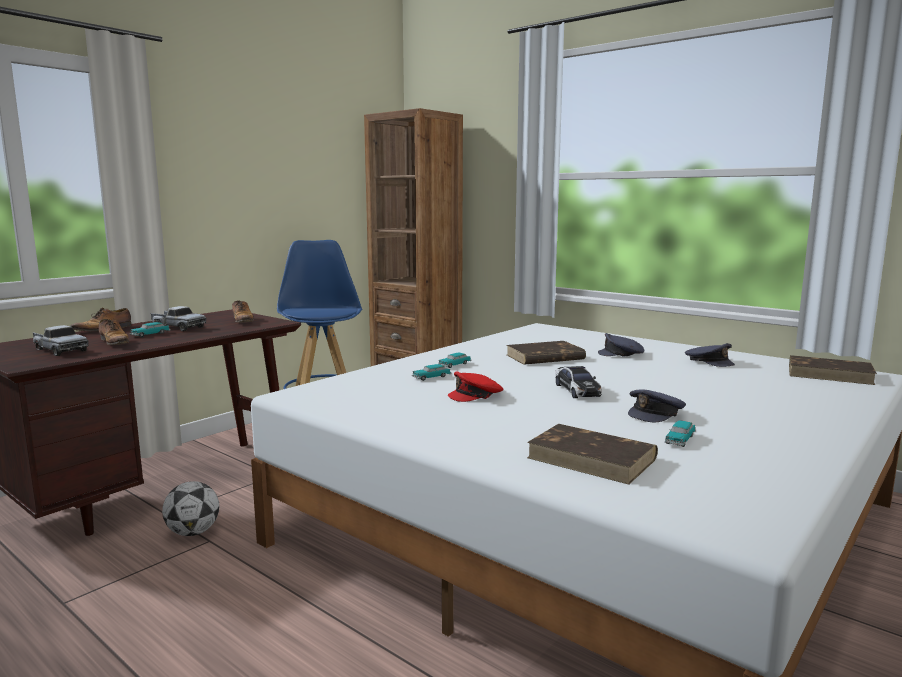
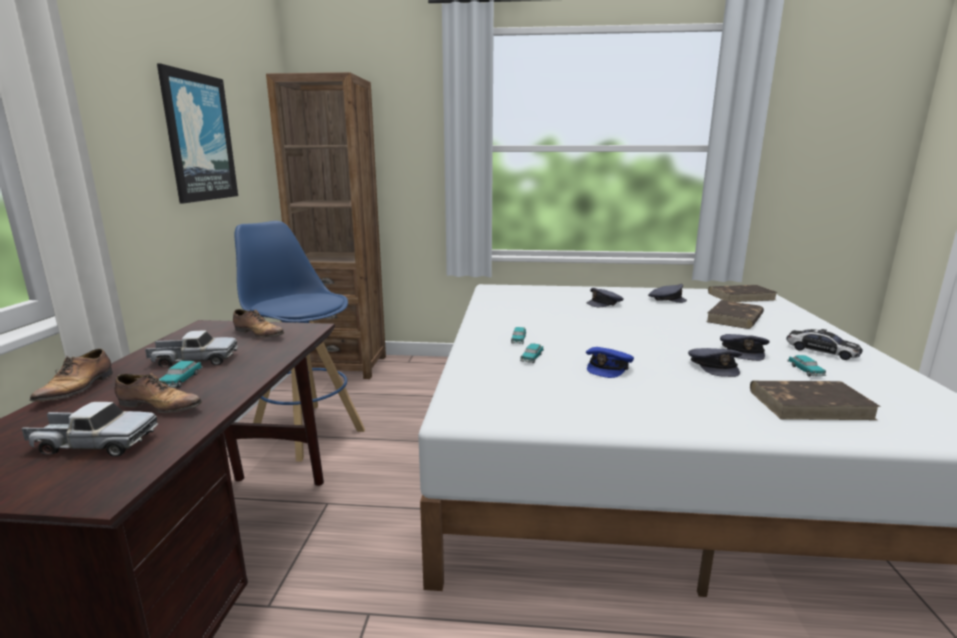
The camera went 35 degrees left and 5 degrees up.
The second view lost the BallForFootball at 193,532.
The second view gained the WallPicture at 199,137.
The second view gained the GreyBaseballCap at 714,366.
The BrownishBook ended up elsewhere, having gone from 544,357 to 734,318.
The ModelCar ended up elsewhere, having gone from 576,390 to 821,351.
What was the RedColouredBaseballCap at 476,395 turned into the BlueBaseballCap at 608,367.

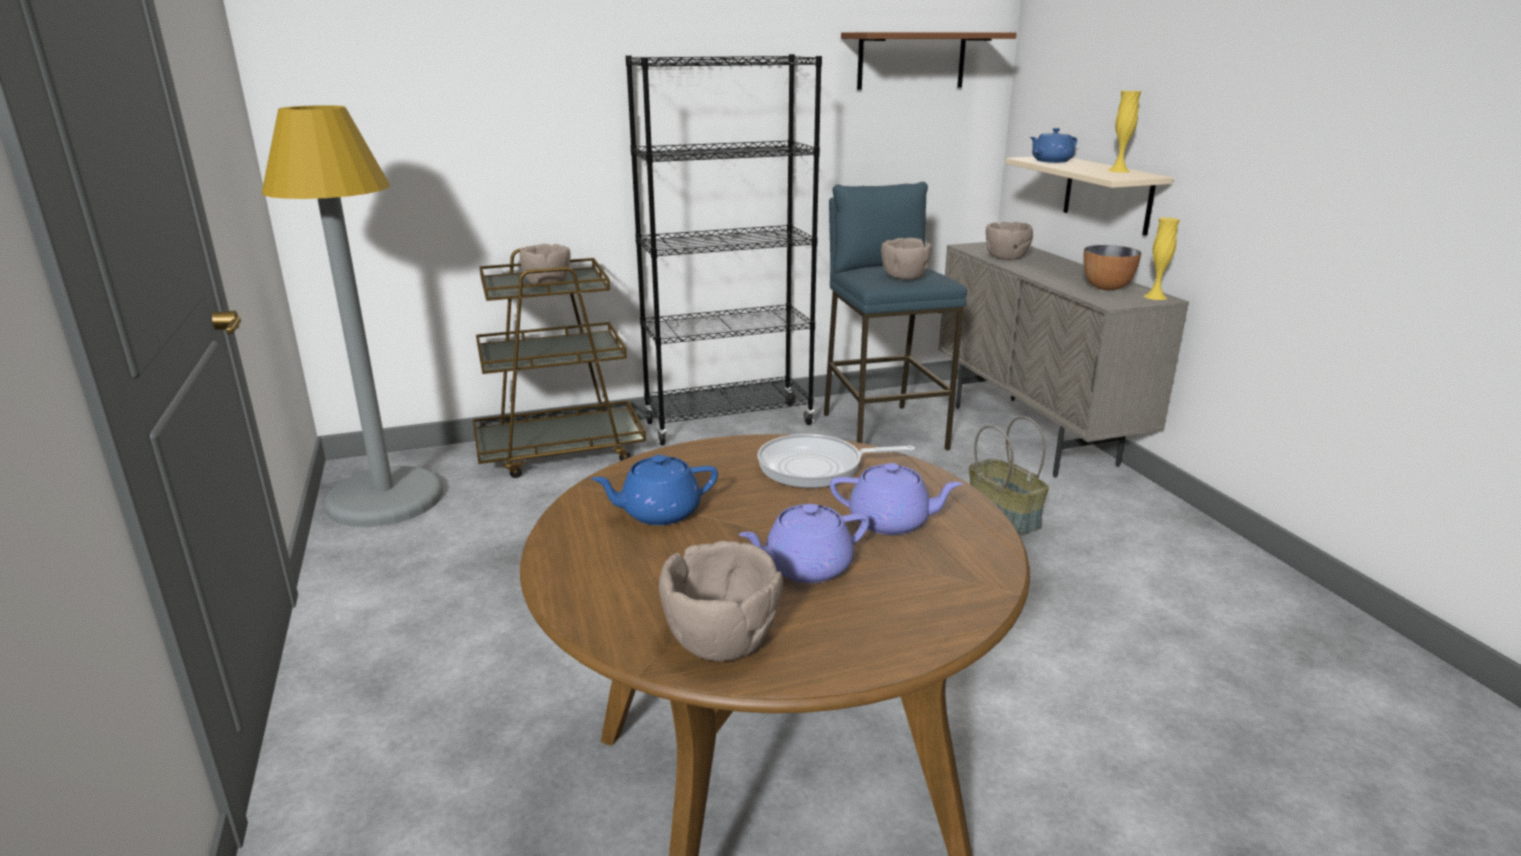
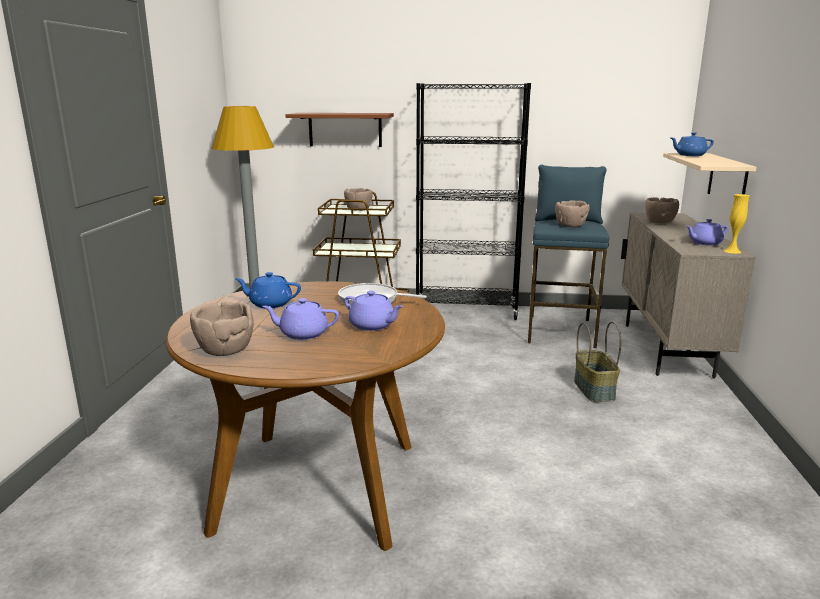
The camera went 25 degrees right and 5 degrees down.
The second view lost the YellowFlowerVase at 1118,171.
The BrownishShelf ended up elsewhere, having gone from 911,60 to 345,129.
Where the ServingBowl stood at 1107,287, the PurplishTeapot came to stand at 704,243.

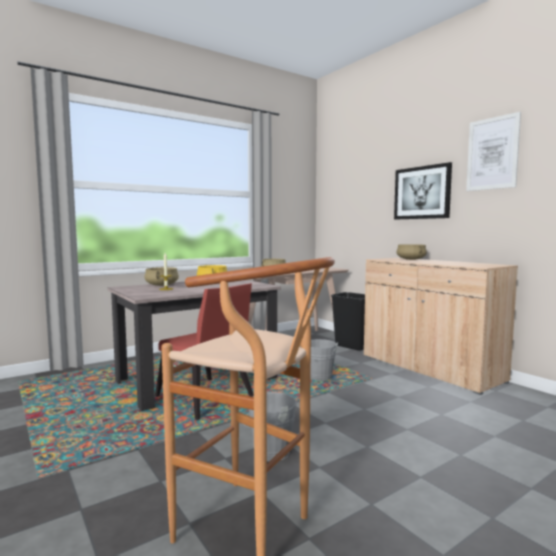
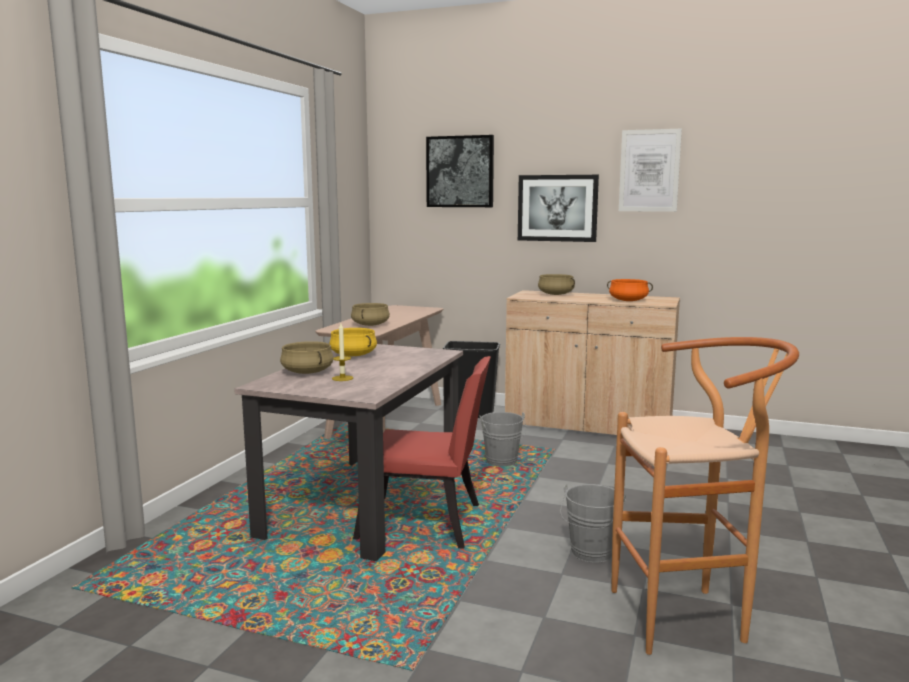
The camera went 35 degrees left and 5 degrees up.
The second view gained the WallPicture at 460,172.
The second view gained the OrangeCookingPot at 628,300.

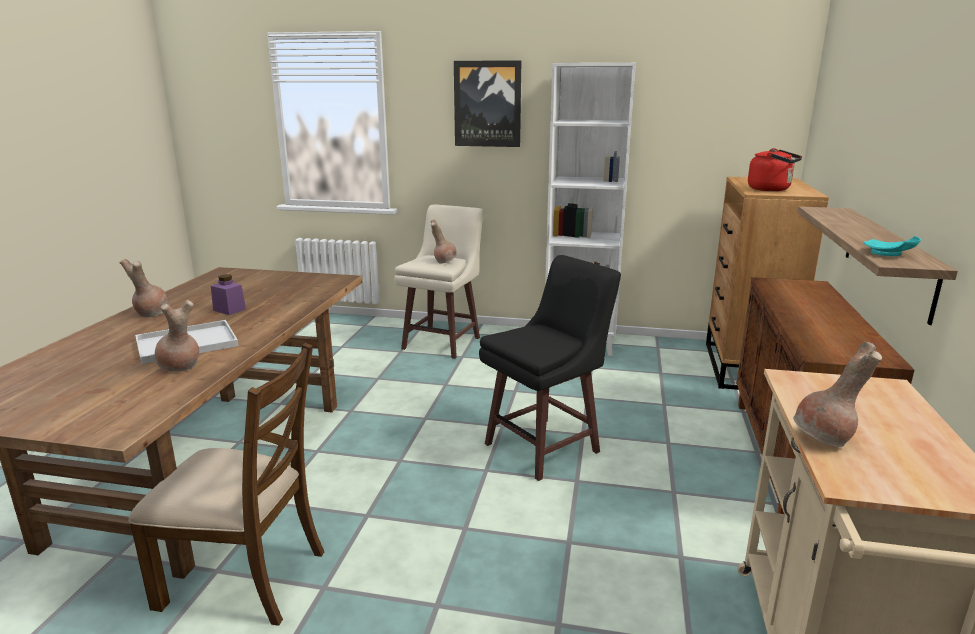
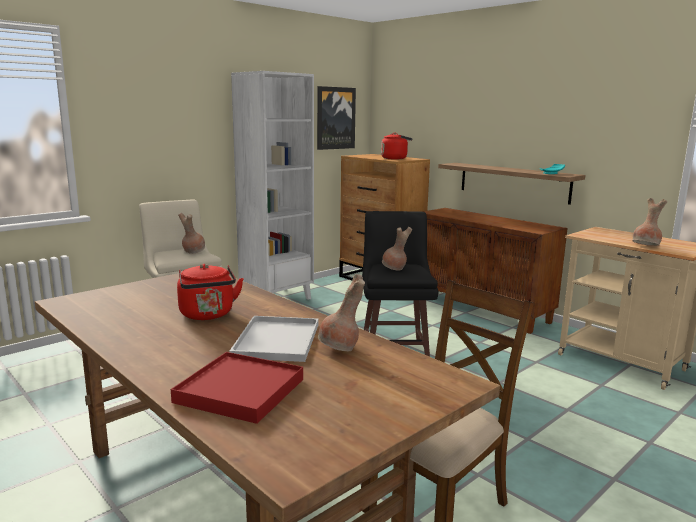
The camera went 55 degrees left and 5 degrees down.
The second view gained the RedColouredServingTray at 239,391.
The BrownishFlowerVase ended up elsewhere, having gone from 151,314 to 394,269.
The WallPicture ended up elsewhere, having gone from 487,104 to 335,118.
Where the PurplishPreserveJar stood at 229,310, the RedColouredWaterKettle came to stand at 208,315.

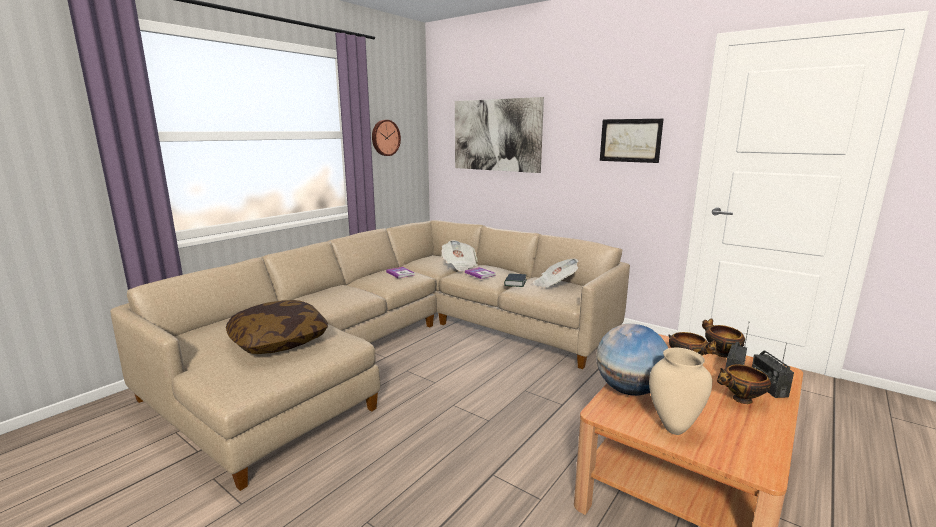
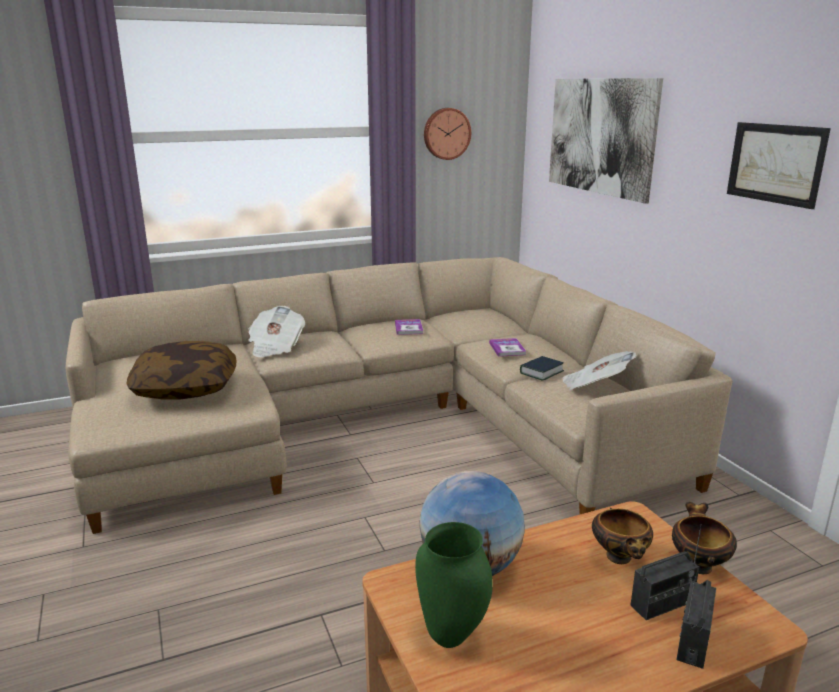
The camera went 30 degrees right and 5 degrees up.
The second view lost the ServingBowl at 741,400.
The DailyPaper ended up elsewhere, having gone from 459,265 to 275,347.
What was the SandColouredFlowerVase at 673,427 turned into the GreenFlowerVase at 453,636.

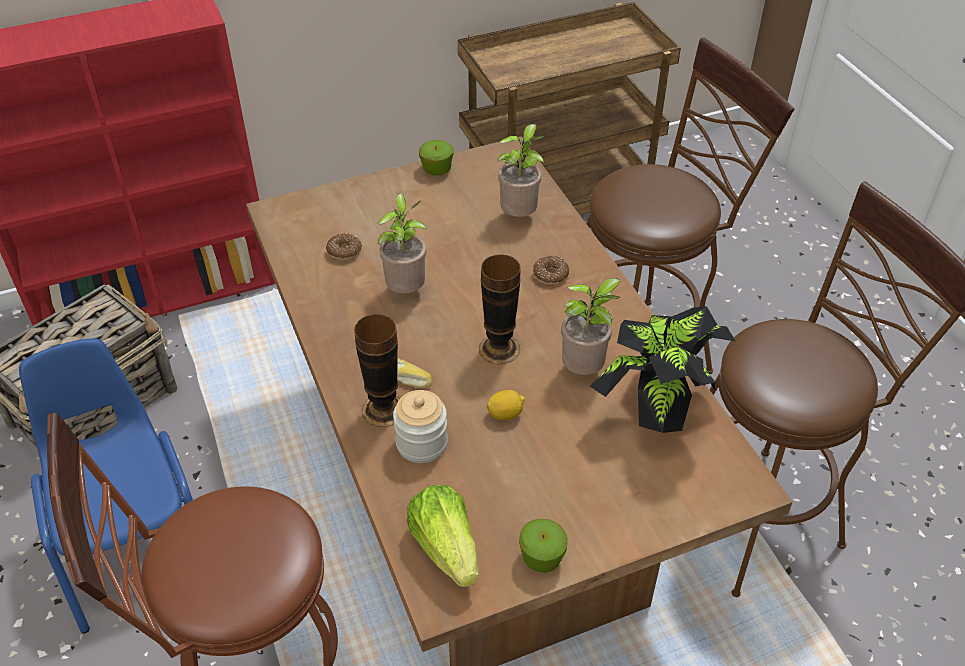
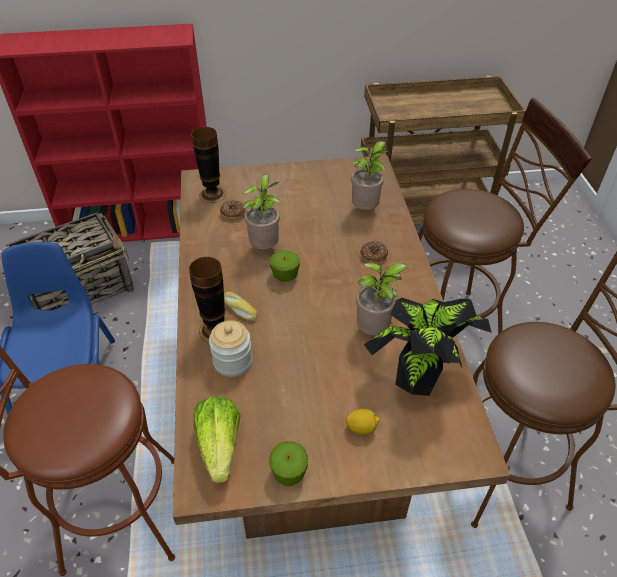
The camera went 15 degrees right and 0 degrees up.
The AppleFruit ended up elsewhere, having gone from 436,170 to 285,275.
The FlowerVase ended up elsewhere, having gone from 499,348 to 212,194.
The CitrusFruit ended up elsewhere, having gone from 505,414 to 361,428.

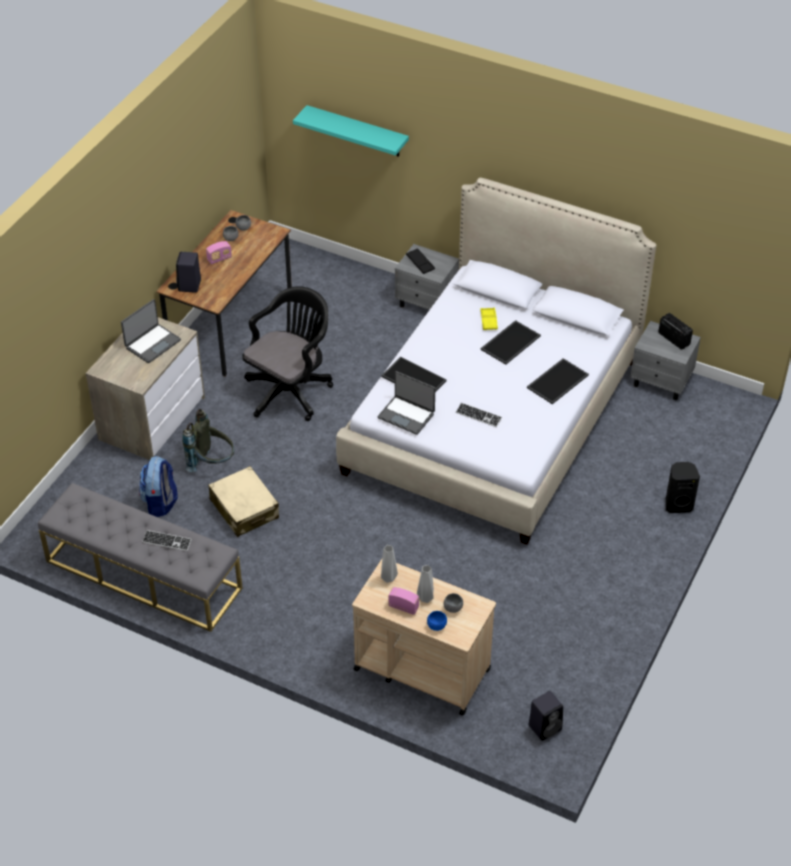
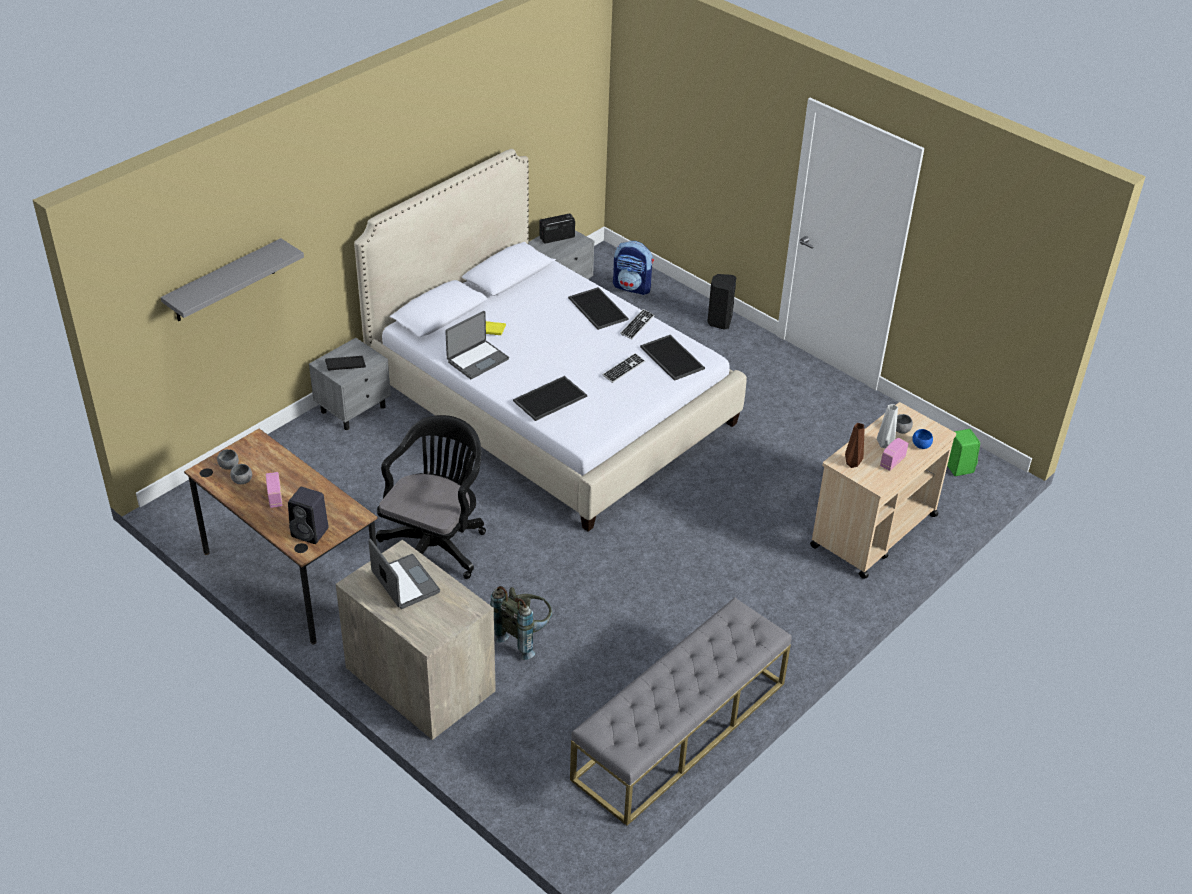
The camera went 75 degrees left and 5 degrees down.
The second view lost the SandColouredTravelCase at 244,509.
The Rucksack ended up elsewhere, having gone from 160,503 to 632,287.
The Keyboard ended up elsewhere, having gone from 167,541 to 637,325.
The PortableComputer ended up elsewhere, having gone from 406,415 to 477,360.
The ServingTray ended up elsewhere, having gone from 510,342 to 670,358.
What was the TurquoiseColouredShelf at 357,131 turned into the GreyShelf at 224,281.
What was the GreyFlowerVase at 389,578 turned into the BrownishFlowerVase at 852,463.
What was the BlackLoudspeaker at 545,727 turned into the GreenLoudspeaker at 958,466.
The BlackComputerChair at 291,390 ended up facing another way, 60 degrees clockwise from before.

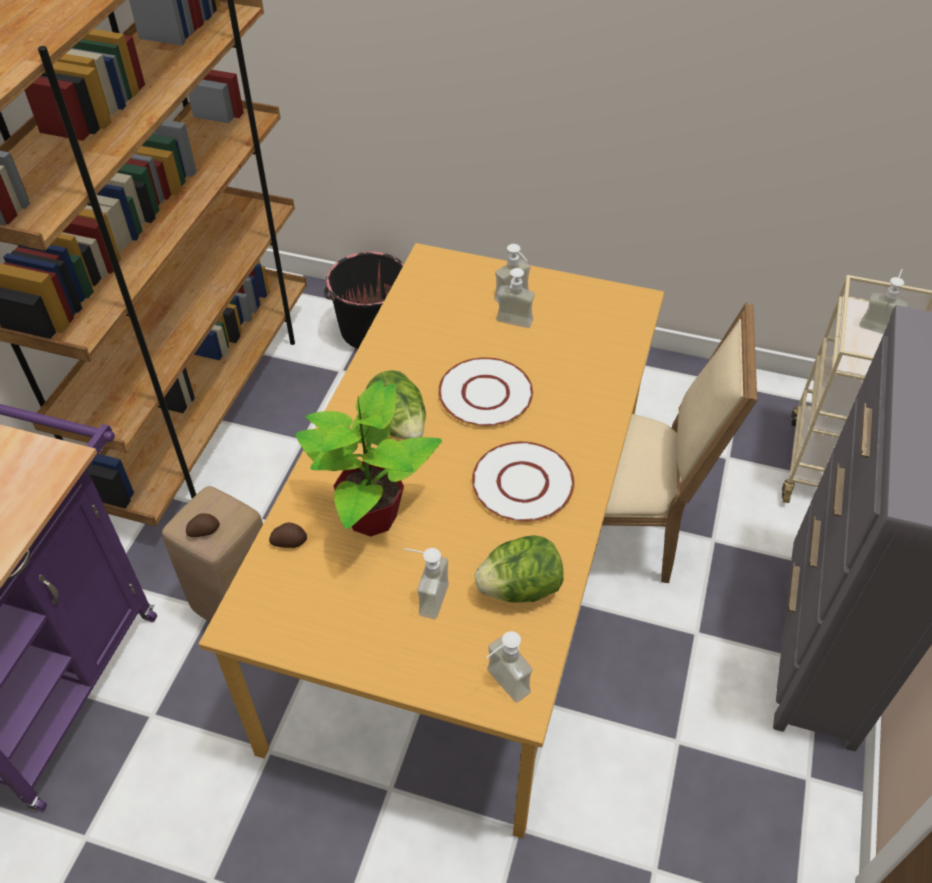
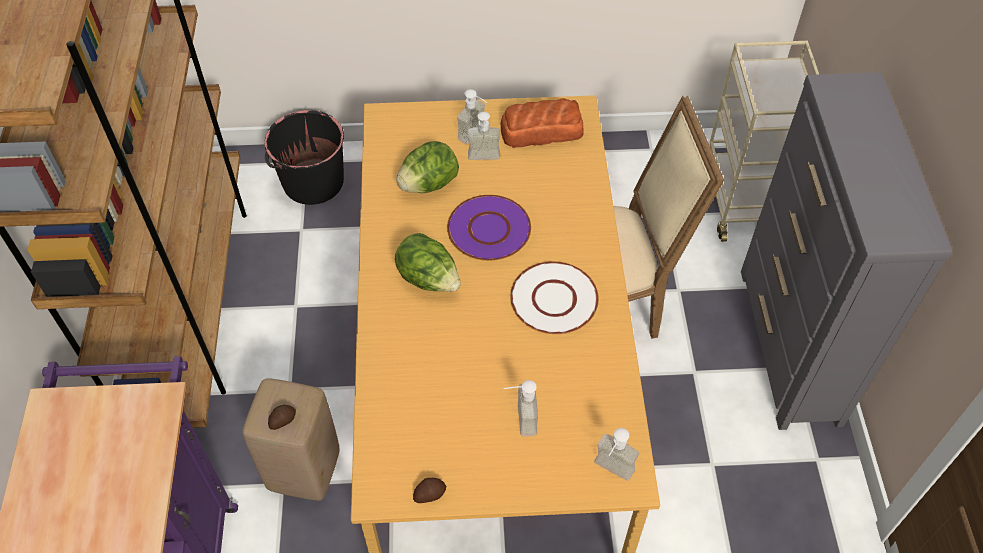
The camera went 20 degrees left and 5 degrees up.
The second view lost the PottedPlant at 372,515.
The second view lost the SoapDispenser at 879,324.
The second view gained the Bread at 540,130.
The Spud ended up elsewhere, having gone from 289,541 to 429,494.
The Lettuce ended up elsewhere, having gone from 520,588 to 429,184.
What was the WhiteFlatDish at 486,394 turned into the PurplishFlatDish at 489,229.

